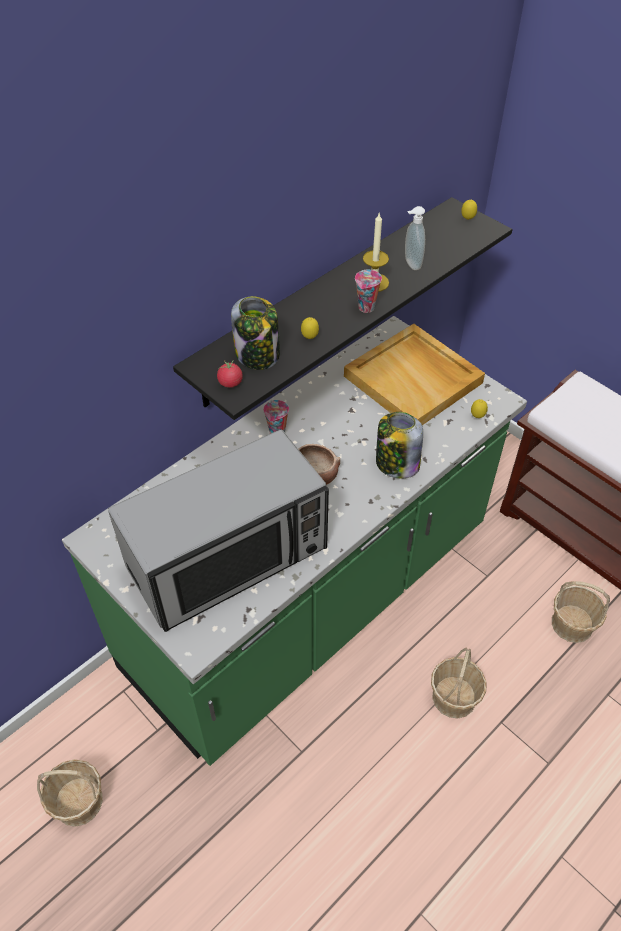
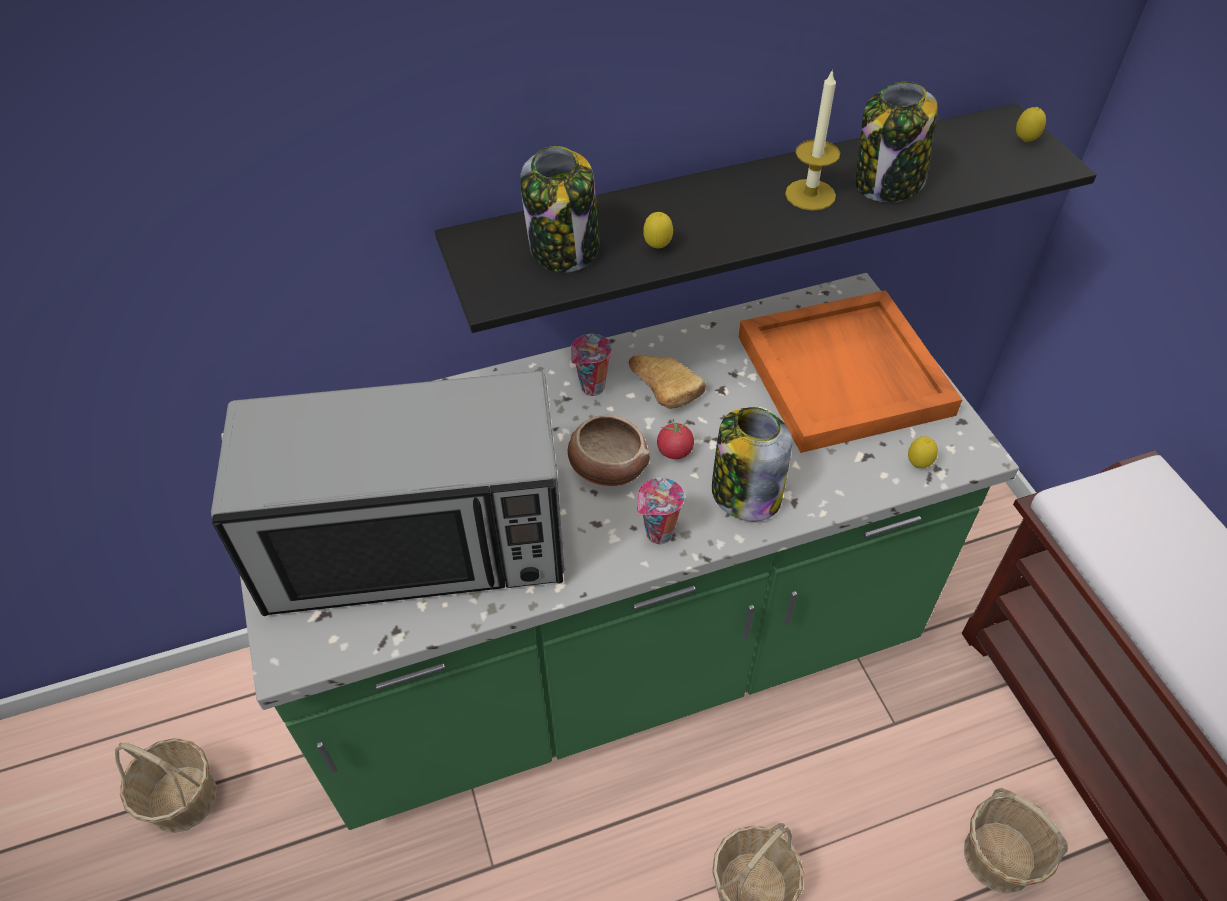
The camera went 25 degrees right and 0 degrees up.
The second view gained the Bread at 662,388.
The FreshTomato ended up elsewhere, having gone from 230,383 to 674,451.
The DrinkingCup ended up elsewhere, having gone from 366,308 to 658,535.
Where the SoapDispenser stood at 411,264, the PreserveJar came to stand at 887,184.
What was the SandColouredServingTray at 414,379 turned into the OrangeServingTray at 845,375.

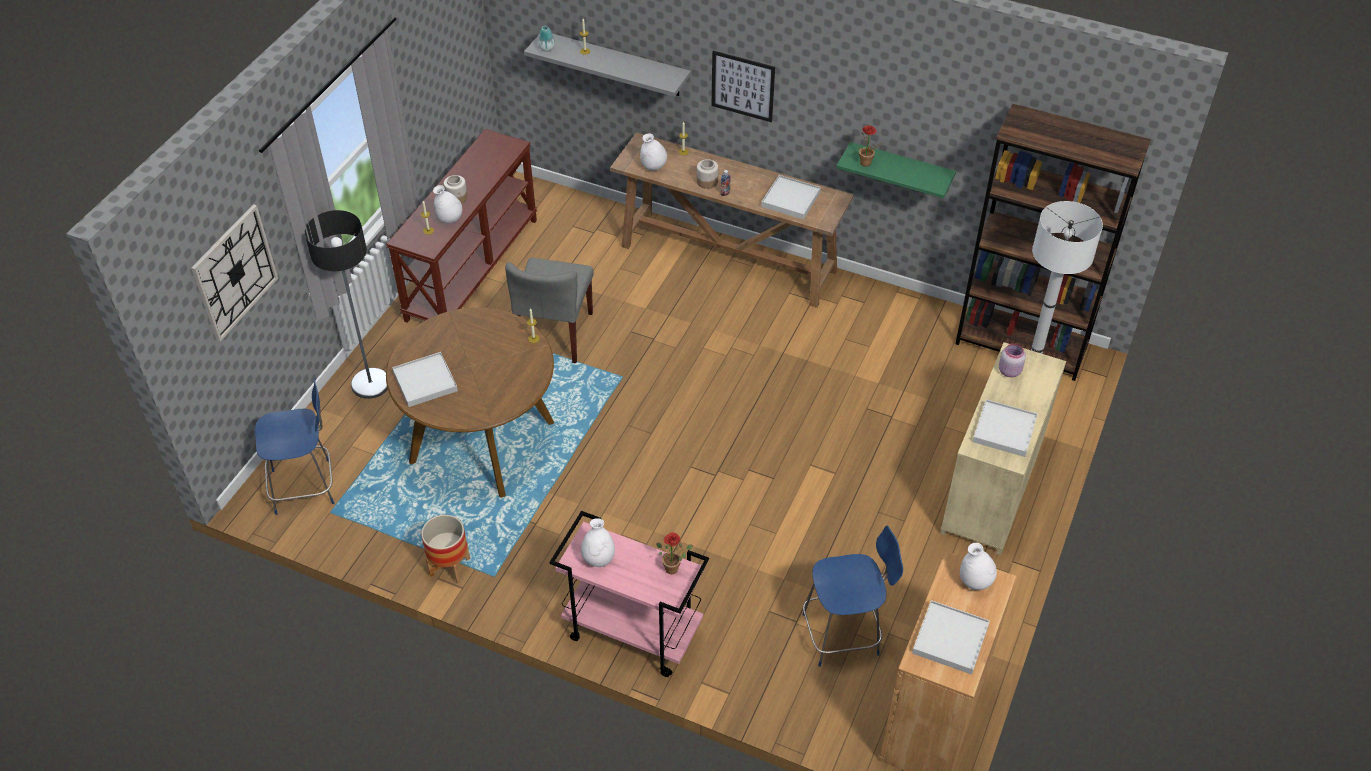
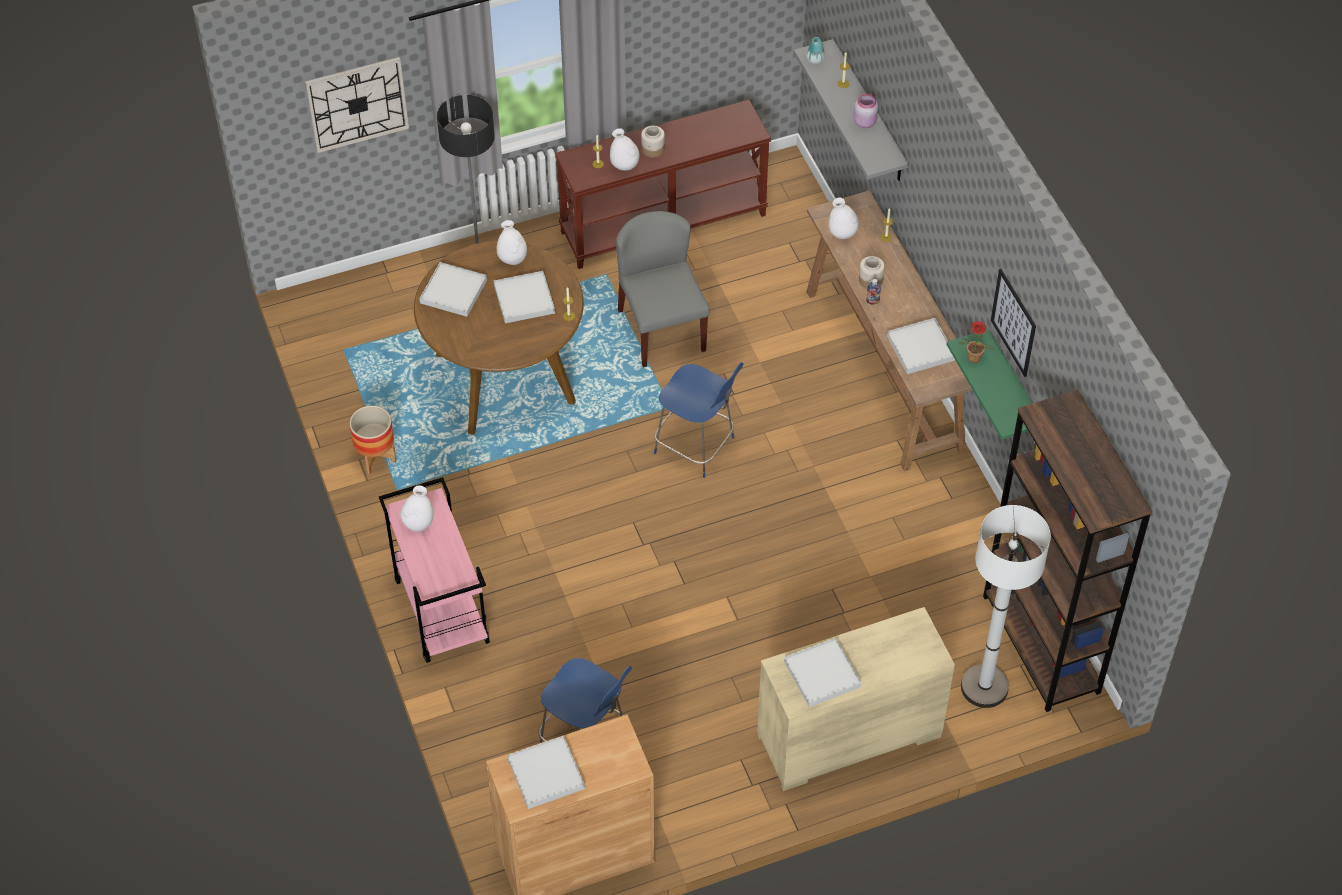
The camera went 45 degrees right and 5 degrees up.
The second view lost the PottedPlant at 674,567.
The second view gained the WhiteServingTray at 524,299.
The BlueUprightChair ended up elsewhere, having gone from 306,486 to 696,447.
The WallPicture ended up elsewhere, having gone from 742,86 to 1013,322.
The WhiteFlowerVase ended up elsewhere, having gone from 975,582 to 512,259.
The PinkishPreserveJar ended up elsewhere, having gone from 1009,370 to 864,121.
The GreyUprightChair at 554,334 ended up facing another way, 105 degrees clockwise from before.

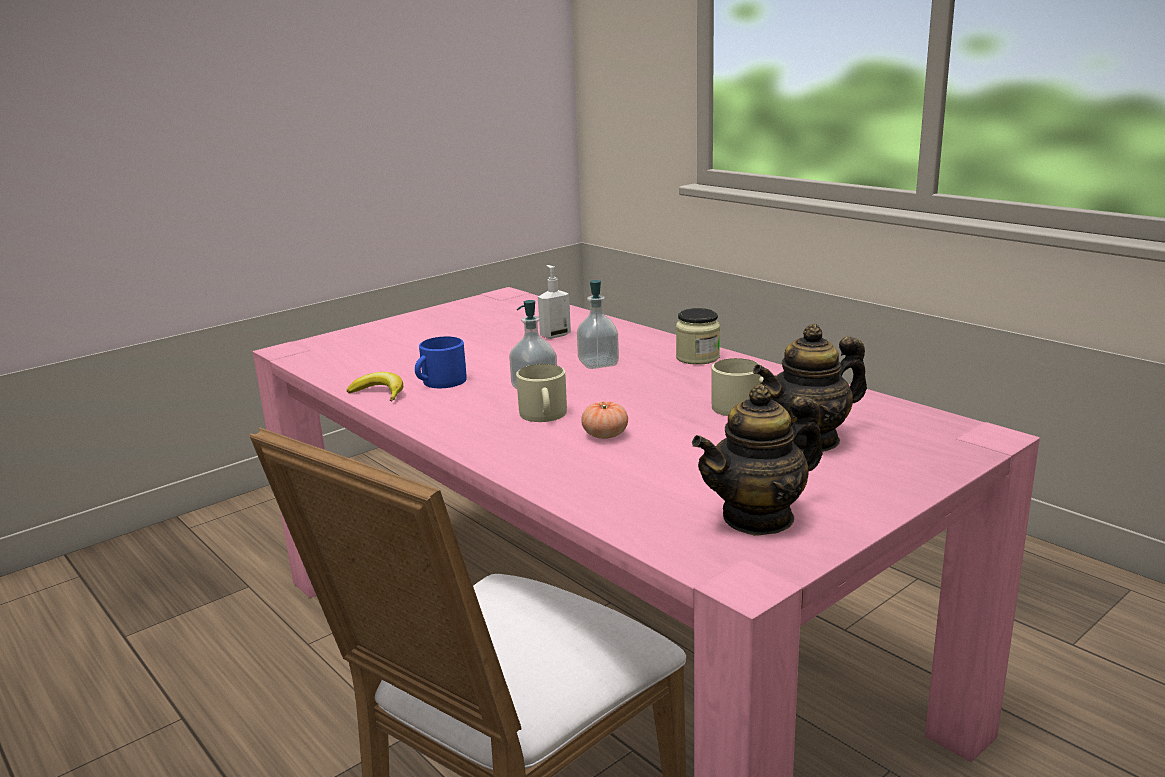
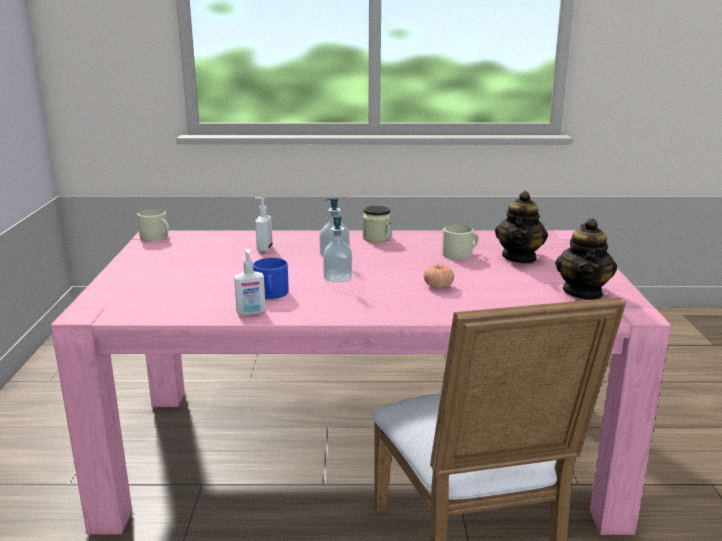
The camera went 50 degrees left and 0 degrees up.
The SandColouredTeaMug ended up elsewhere, having gone from 544,415 to 156,237.
Where the Banana stood at 379,393, the SoapDispenser came to stand at 251,313.

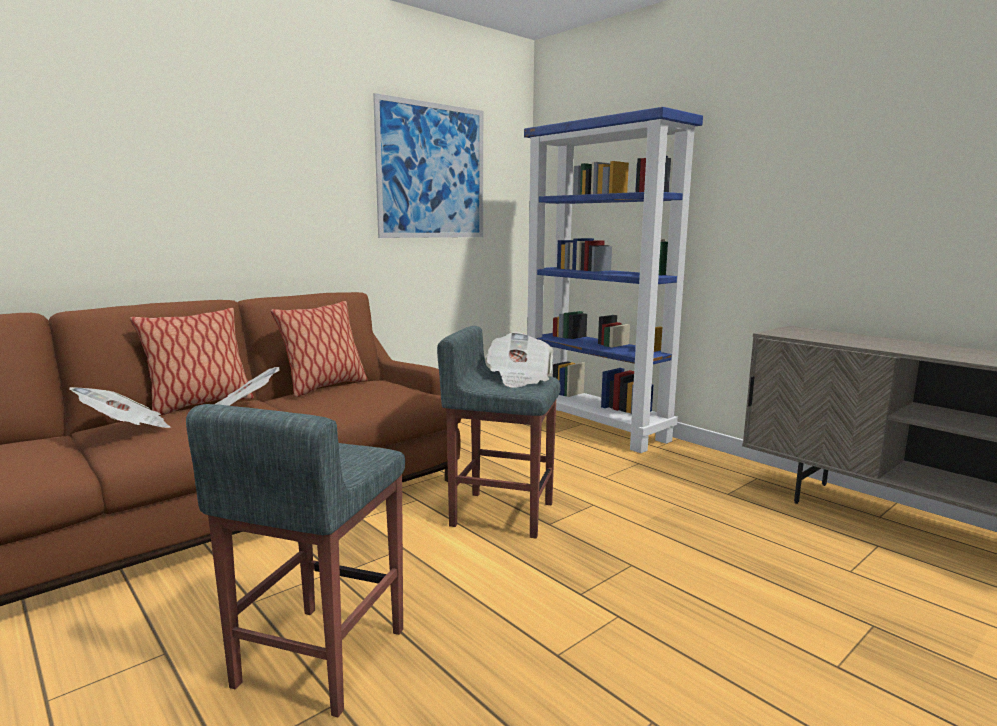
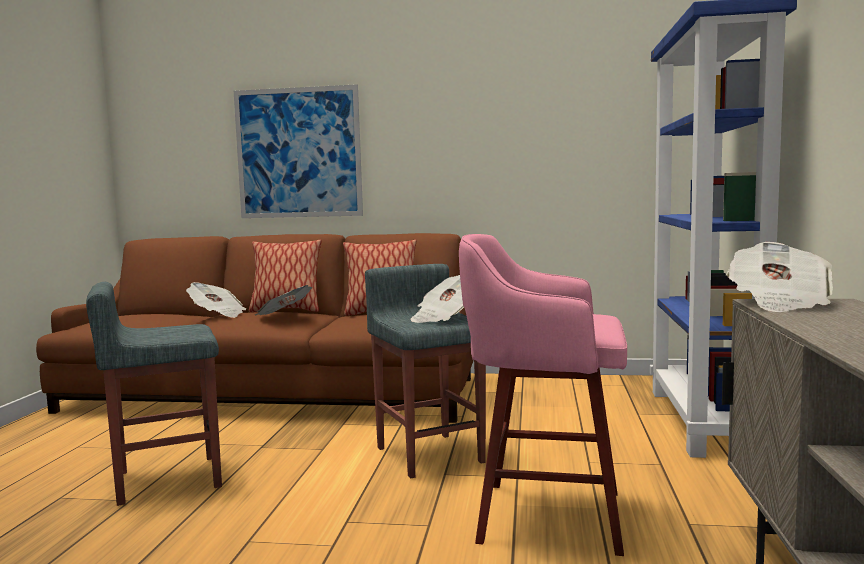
The camera went 50 degrees right and 5 degrees down.
The second view gained the PinkishSittingStool at 544,515.
The second view gained the DailyPaper at 778,303.
The WallPicture ended up elsewhere, having gone from 432,171 to 298,153.

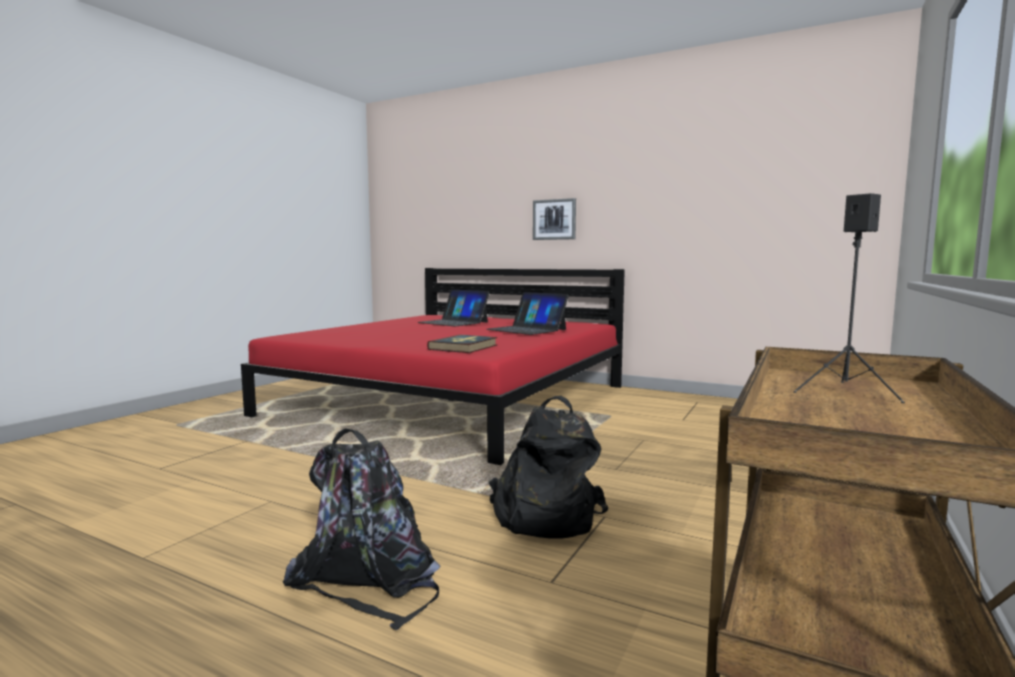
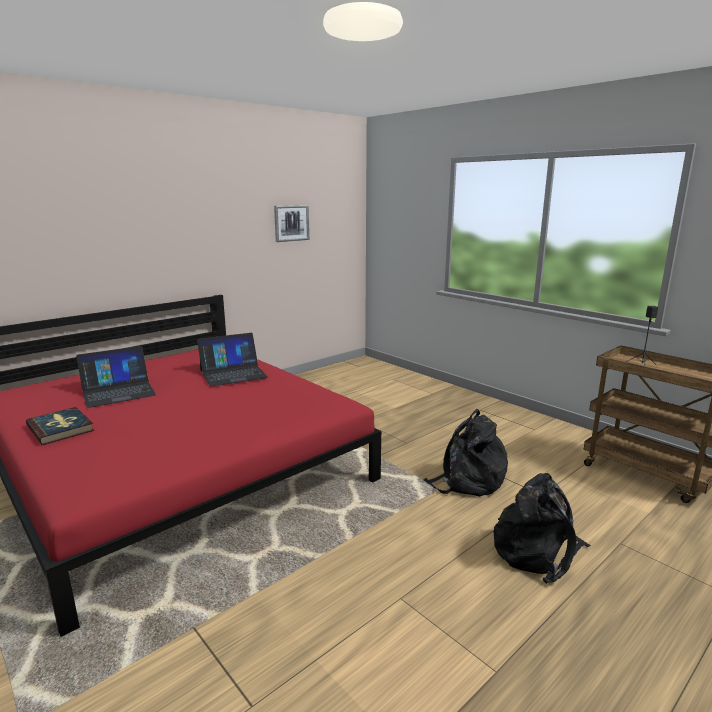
The camera went 70 degrees left and 10 degrees up.
The Book ended up elsewhere, having gone from 463,347 to 61,428.
The WallPicture ended up elsewhere, having gone from 554,219 to 291,223.

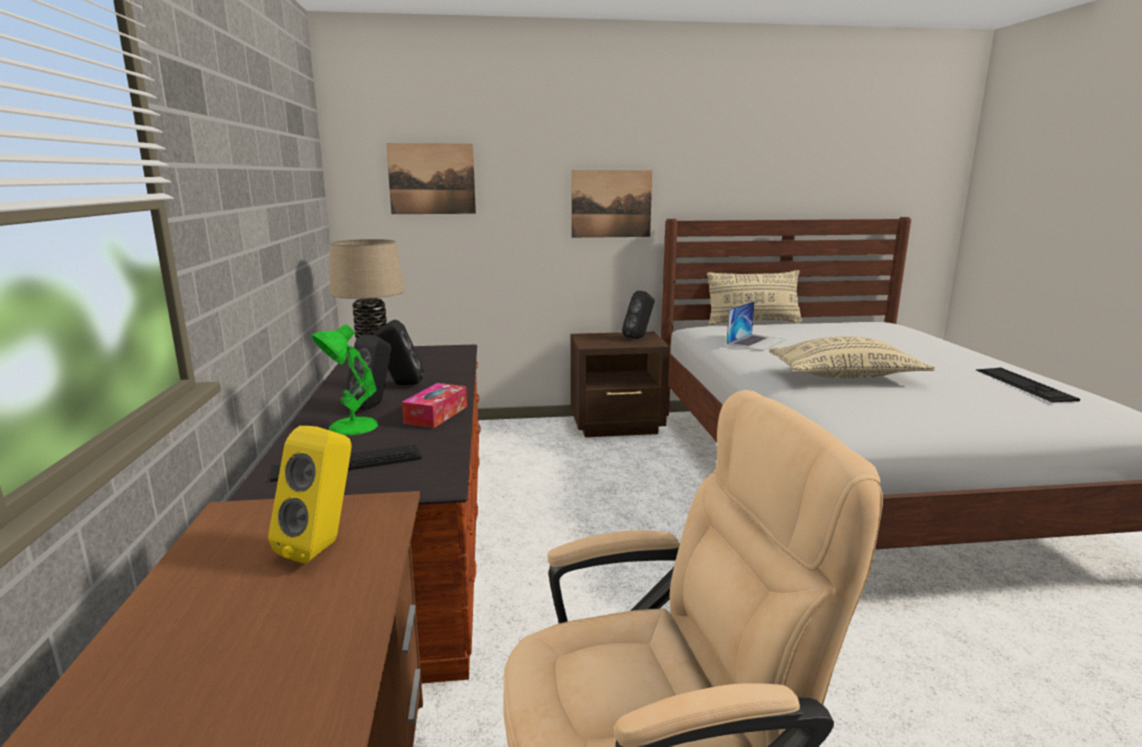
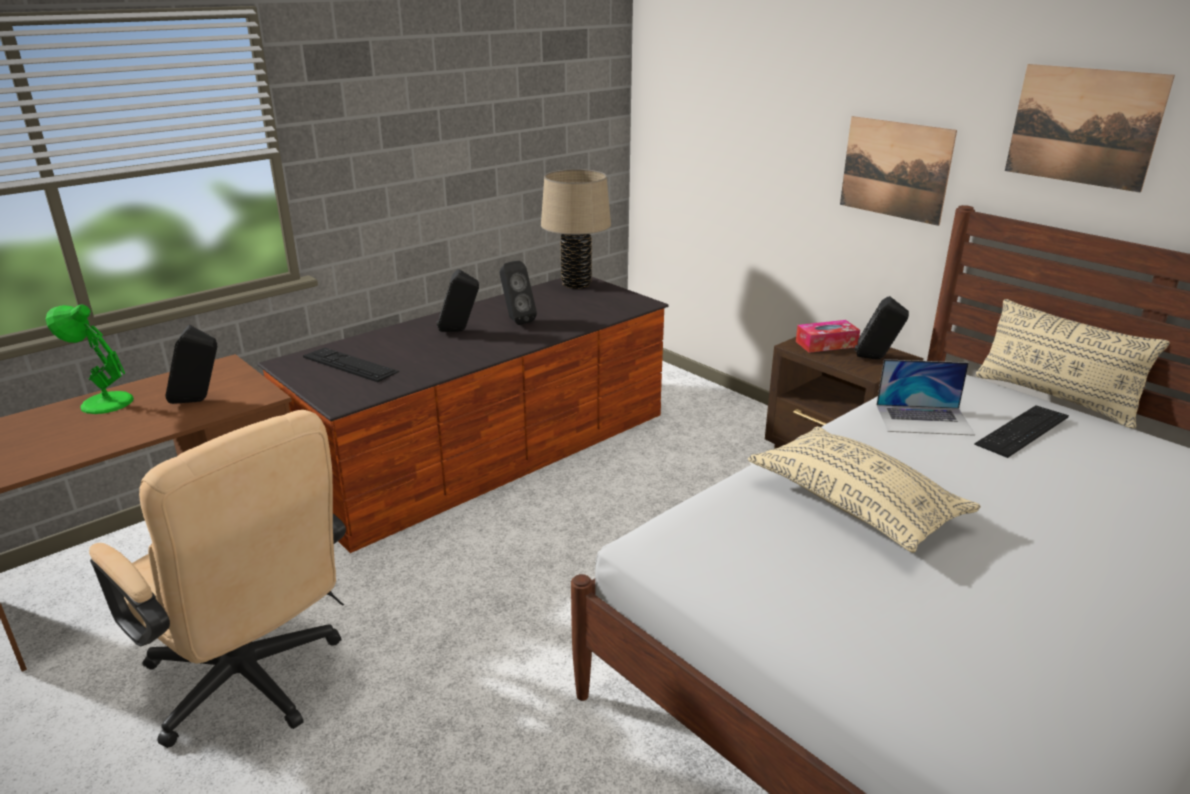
The camera went 55 degrees right and 10 degrees up.
The GreenTabletopLamp ended up elsewhere, having gone from 351,427 to 104,402.
The WallPicture ended up elsewhere, having gone from 432,179 to 1083,126.
The TissueHolder ended up elsewhere, having gone from 436,414 to 826,344.
The Keyboard ended up elsewhere, having gone from 1023,384 to 1022,430.
What was the YellowLoudspeaker at 323,547 turned into the BlackLoudspeaker at 199,401.

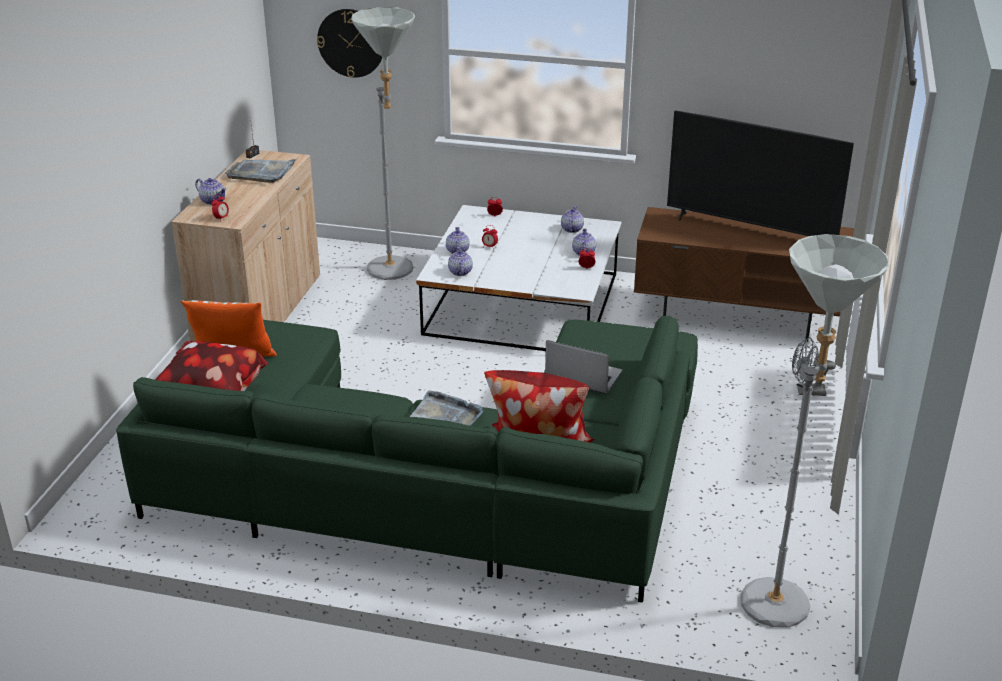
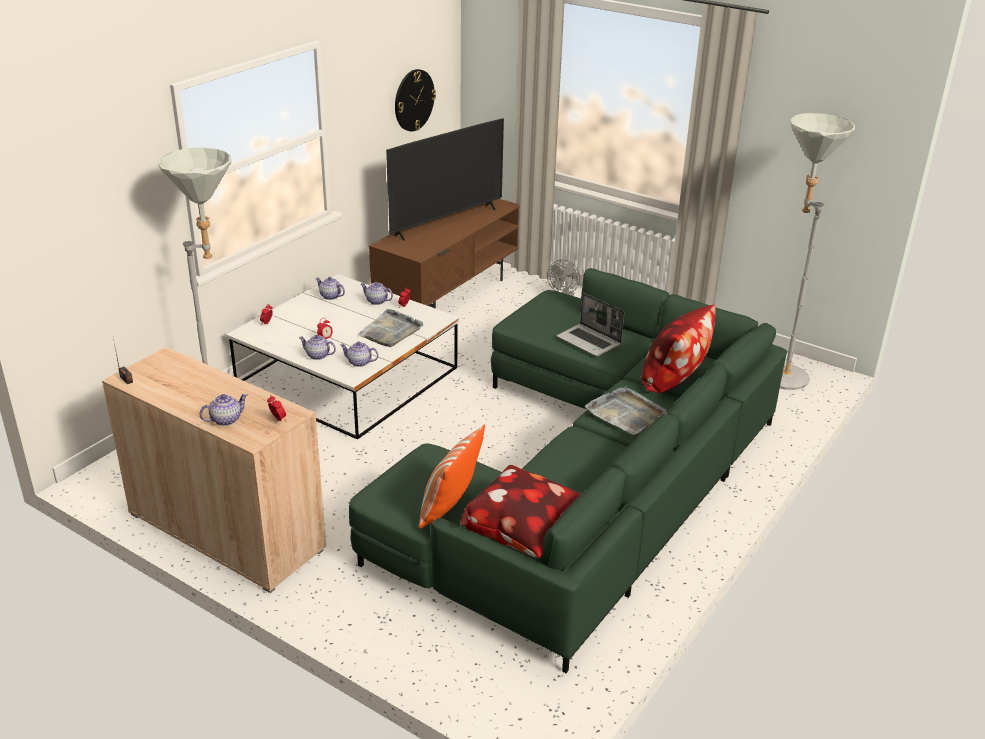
The camera went 70 degrees left and 0 degrees up.
The GreyServingTray ended up elsewhere, having gone from 261,172 to 390,331.
The ClockOnTheWall ended up elsewhere, having gone from 351,43 to 413,100.
The PortableComputer at 582,377 ended up facing another way, 90 degrees counterclockwise from before.

